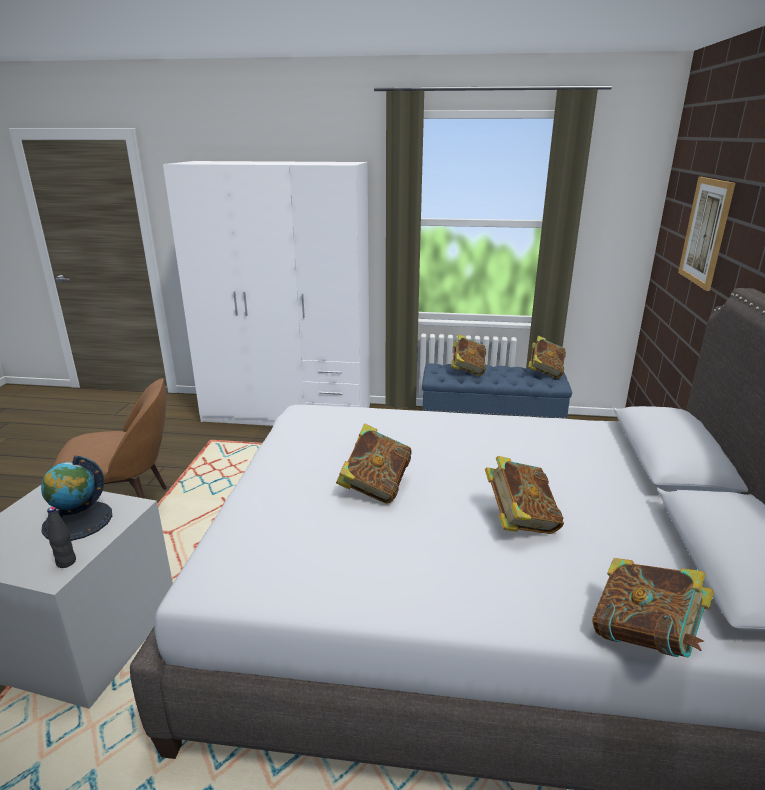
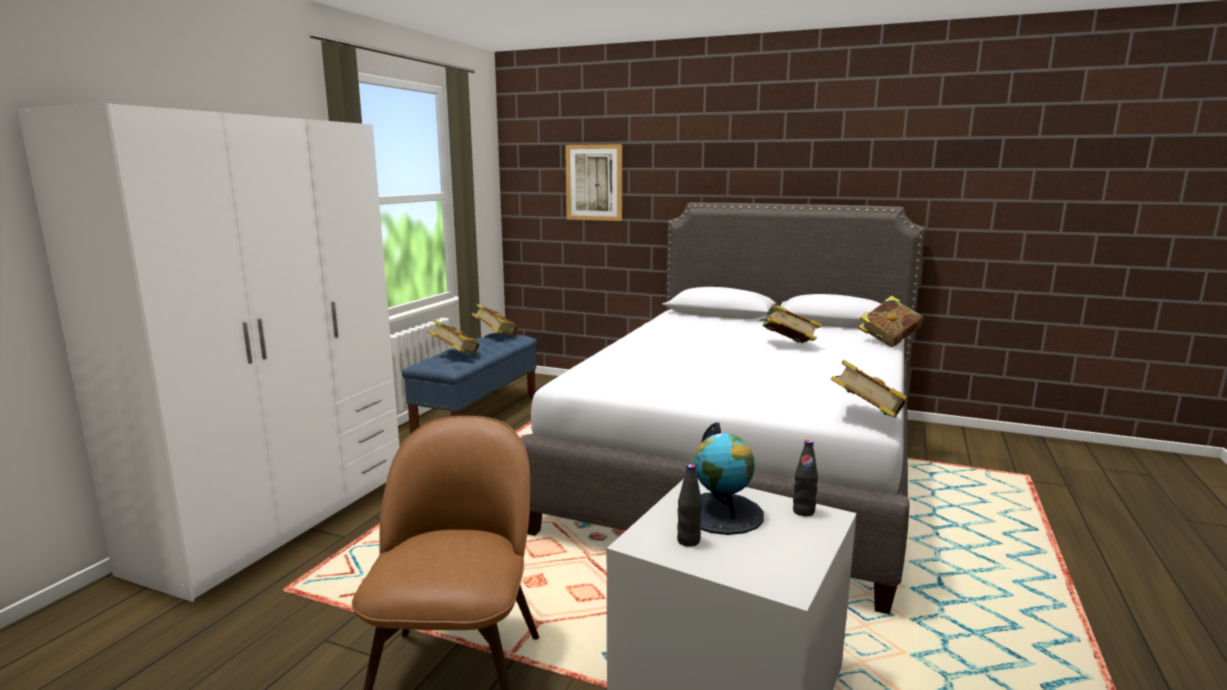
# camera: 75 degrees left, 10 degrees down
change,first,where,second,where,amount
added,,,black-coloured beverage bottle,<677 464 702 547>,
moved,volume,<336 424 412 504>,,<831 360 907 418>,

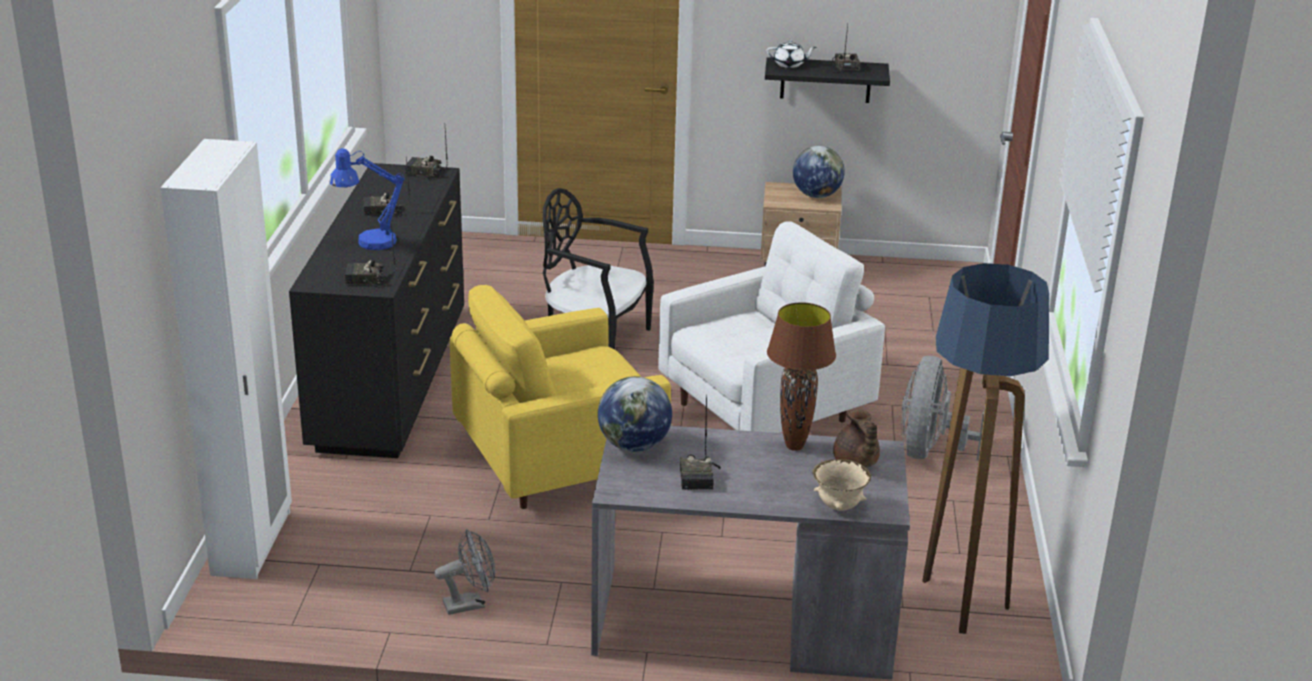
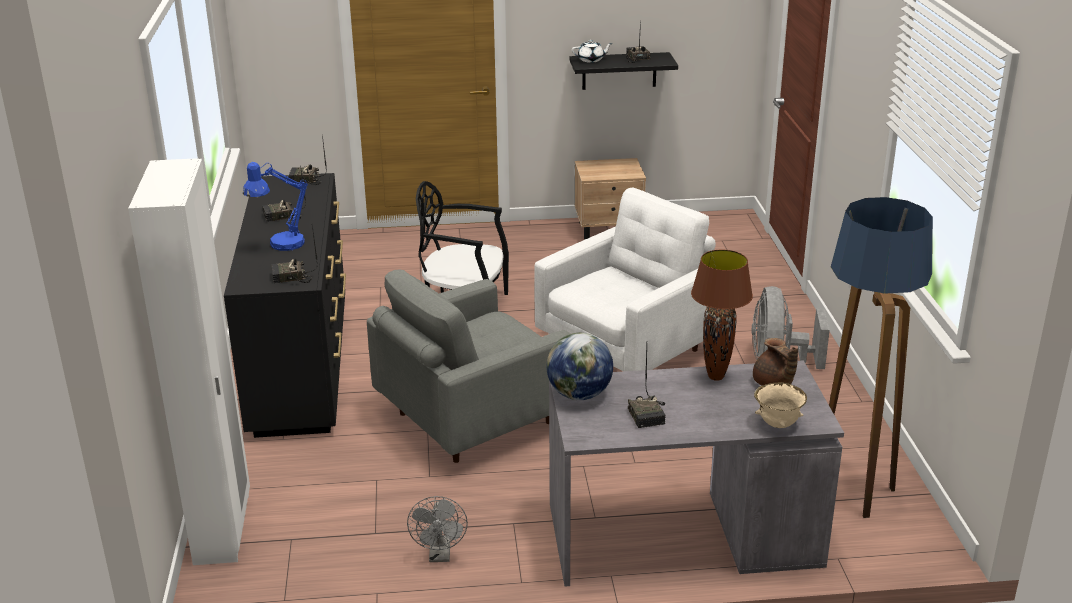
# camera: 10 degrees left, 0 degrees up
change,first,where,second,where,amount
recoloured,yellowish armchair,<450 285 671 509>,gray armchair,<367 269 571 463>,
turned,gray cooling fan,<434 529 495 615>,,<407 496 468 562>,120 degrees clockwise
removed,globe,<793 146 845 198>,,,

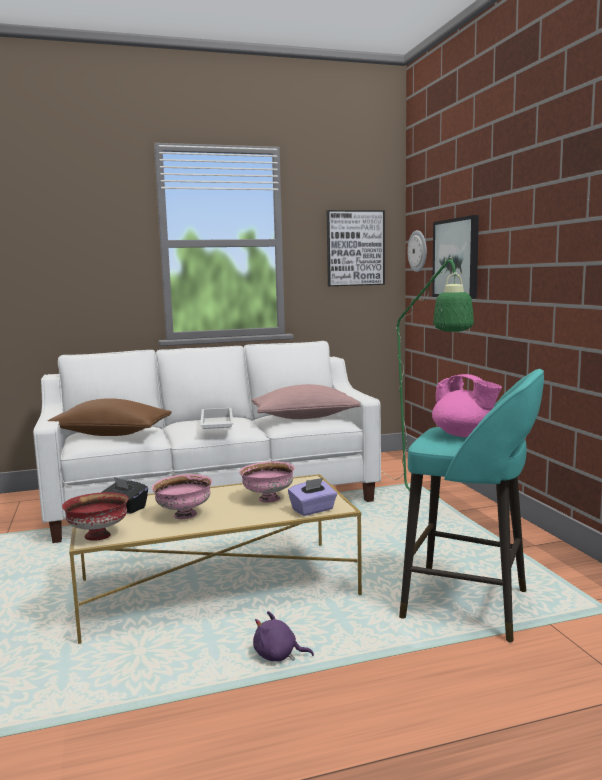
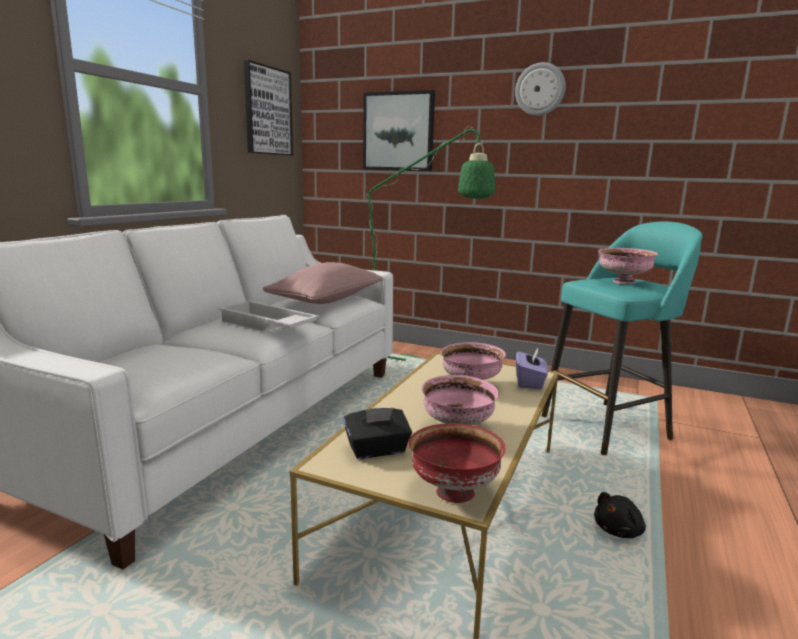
# camera: 50 degrees left, 5 degrees up
change,first,where,second,where,amount
moved,wall clock,<407 230 427 272>,,<515 62 566 116>,
recoloured,purple-coloured plush toy,<253 611 314 661>,black-coloured plush toy,<594 492 646 538>,
replaced,pink teapot,<432 374 502 437>,pink serving bowl,<598 248 658 284>,
removed,brownish cushion,<48 398 172 436>,,,

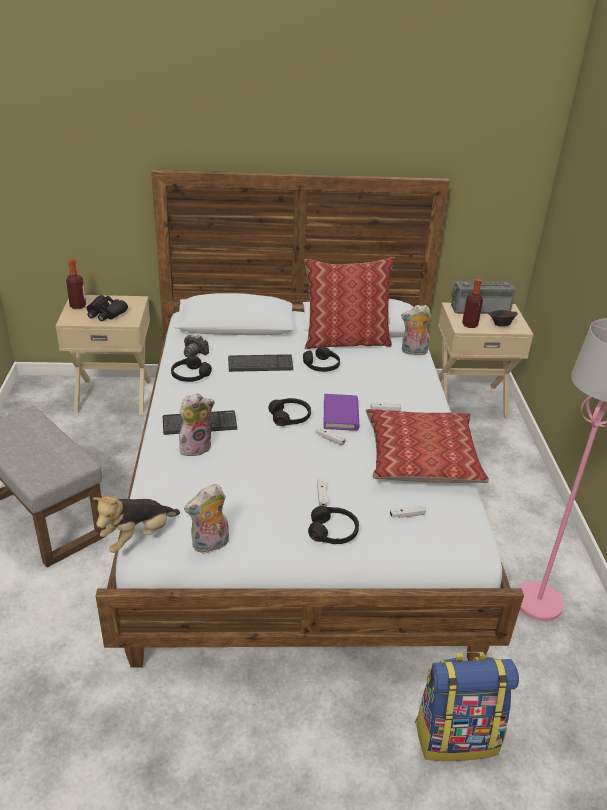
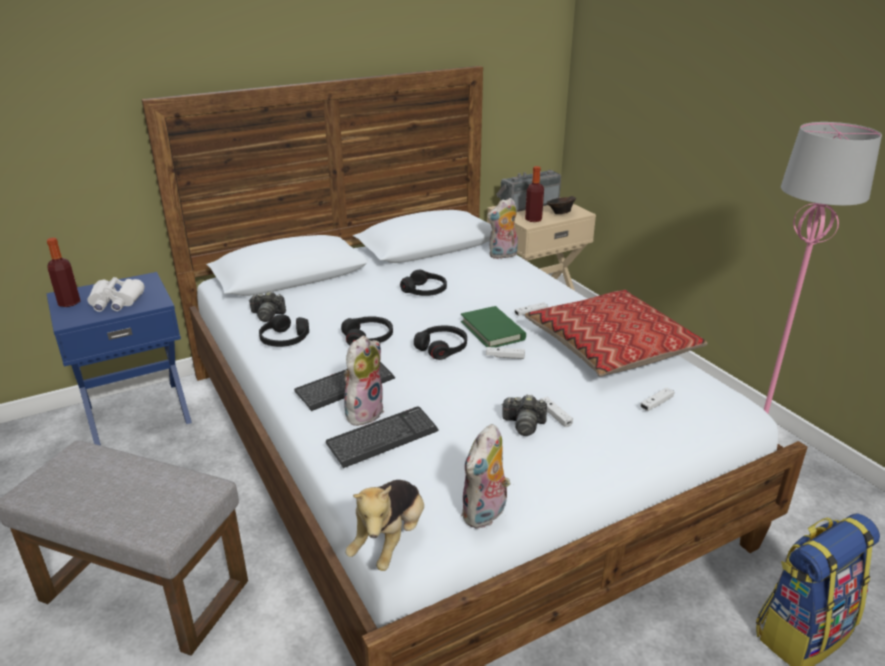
# camera: 25 degrees left, 5 degrees down
change,first,where,second,where,amount
recoloured,sand-coloured nightstand,<55 295 151 414>,bluish nightstand,<46 272 192 446>,
recoloured,black-coloured binoculars,<87 295 128 321>,white binoculars,<87 277 145 312>,
moved,PC keyboard,<228 354 293 372>,,<326 406 439 468>,
moved,black-coloured headset,<308 506 359 544>,,<341 316 393 346>,
recoloured,purple-coloured volume,<323 394 359 431>,greenish volume,<461 306 526 347>,
added,,,still camera,<501 395 547 436>,
removed,cushion,<304 257 395 349>,,,

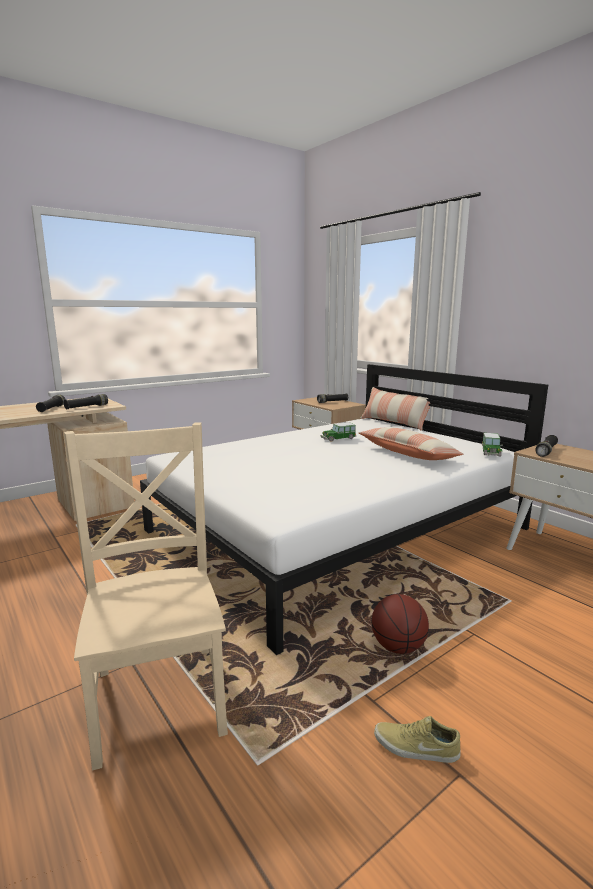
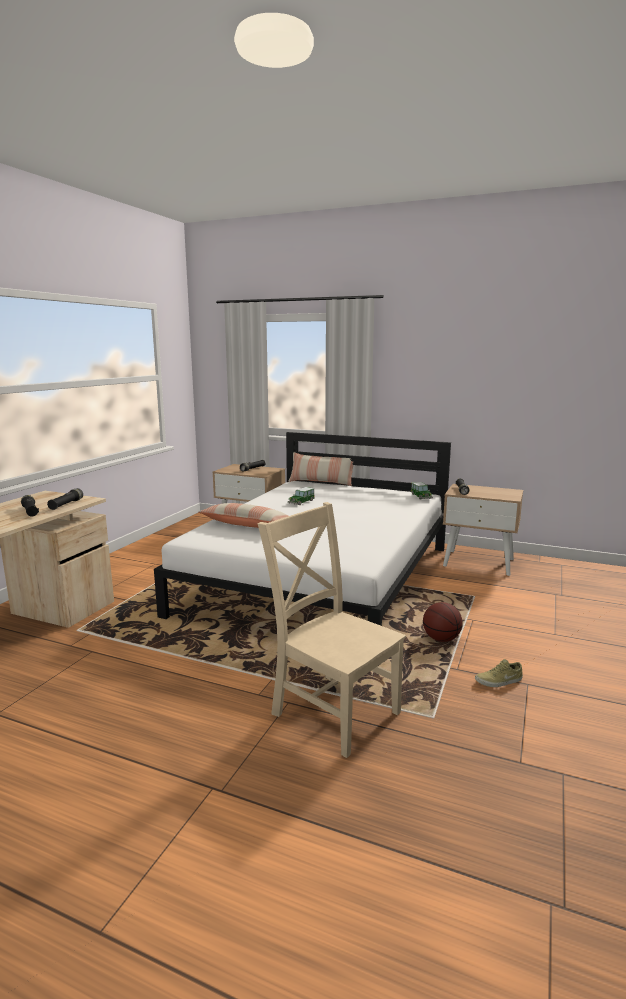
# camera: 30 degrees left, 0 degrees up
change,first,where,second,where,amount
moved,cushion,<358 427 463 460>,,<199 503 288 528>,

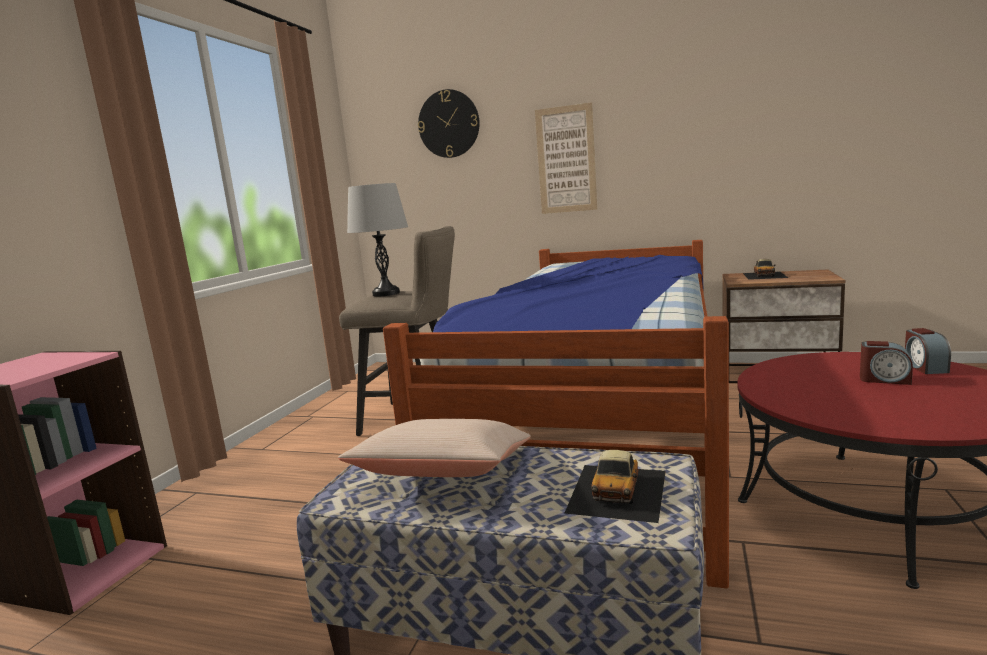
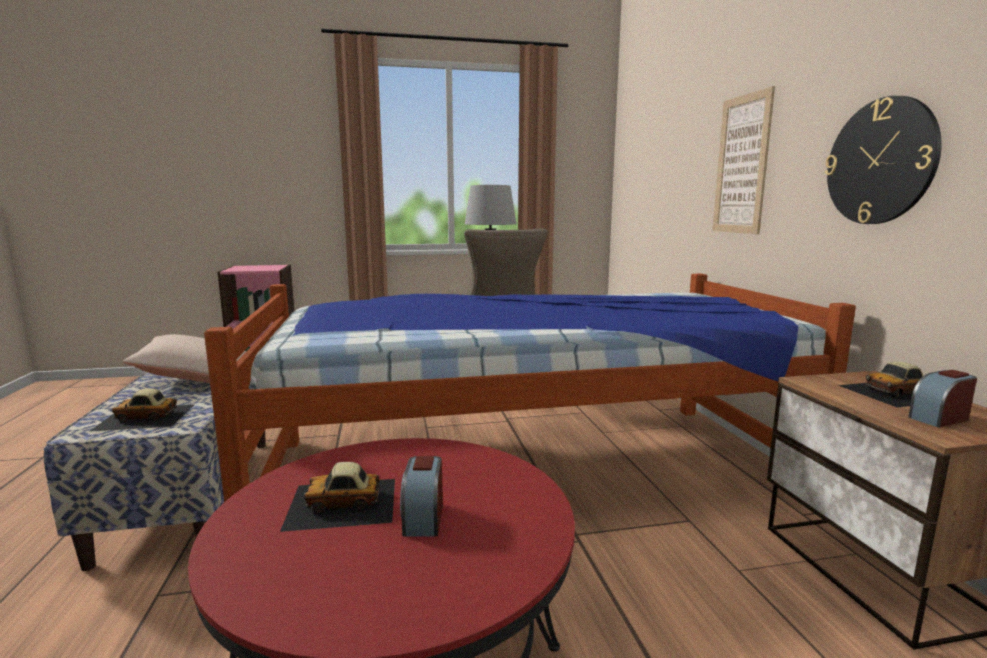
# camera: 60 degrees right, 0 degrees up
change,first,where,second,where,amount
added,,,miniature car,<280 462 395 532>,
moved,wall clock,<418 89 480 158>,,<825 96 942 224>,
moved,alarm clock,<905 328 951 374>,,<908 370 977 428>,

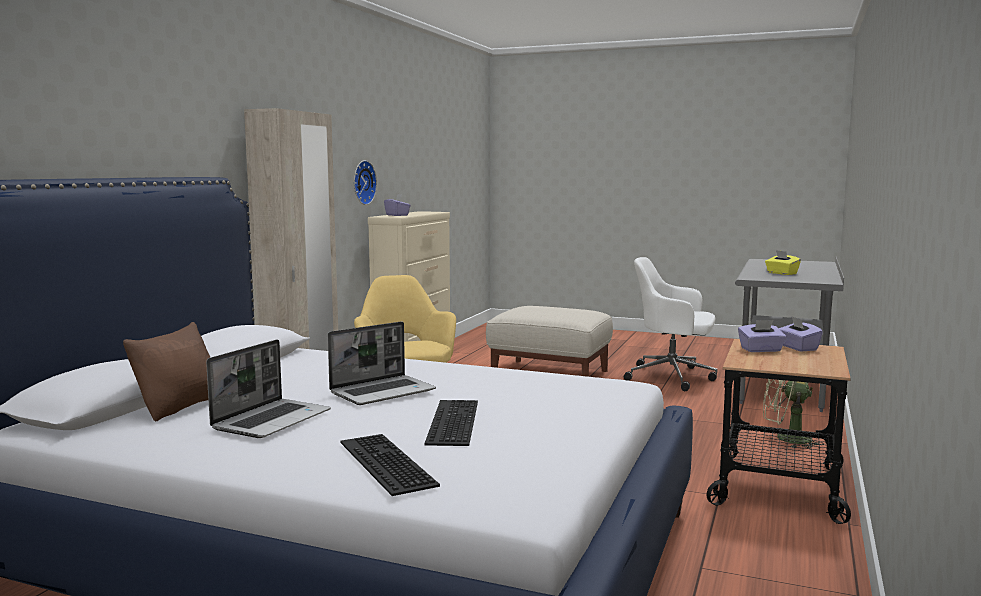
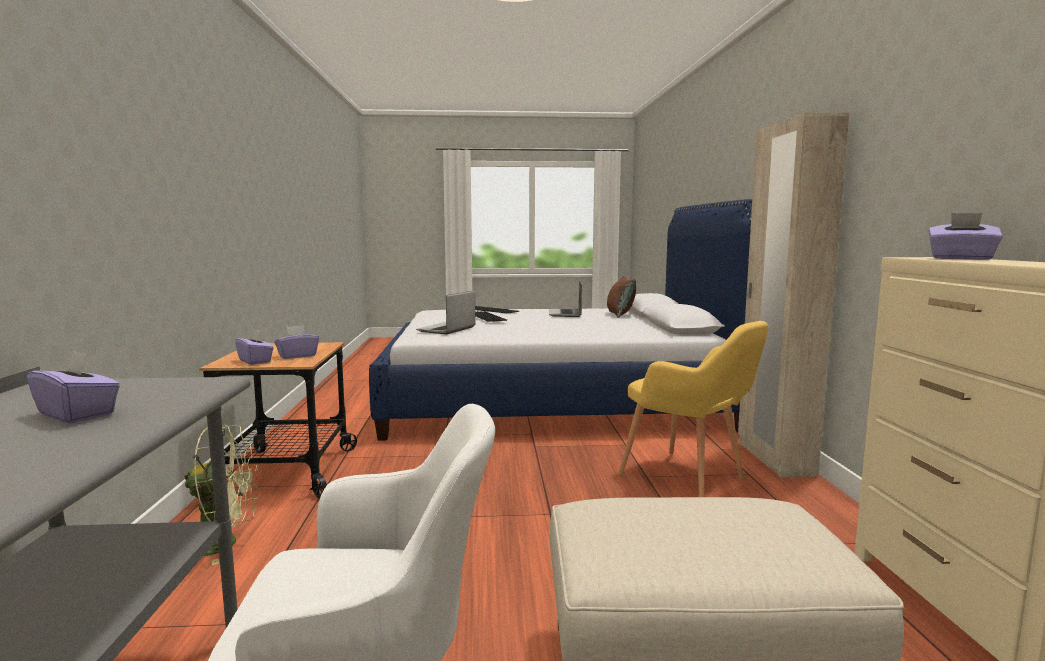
# camera: 155 degrees right, 0 degrees up
change,first,where,second,where,amount
recoloured,yellowish box of tissues,<765 250 801 275>,purple-coloured box of tissues,<27 351 120 424>,
moved,portable computer,<328 321 436 405>,,<416 291 476 334>,
removed,wall clock,<354 160 377 205>,,,

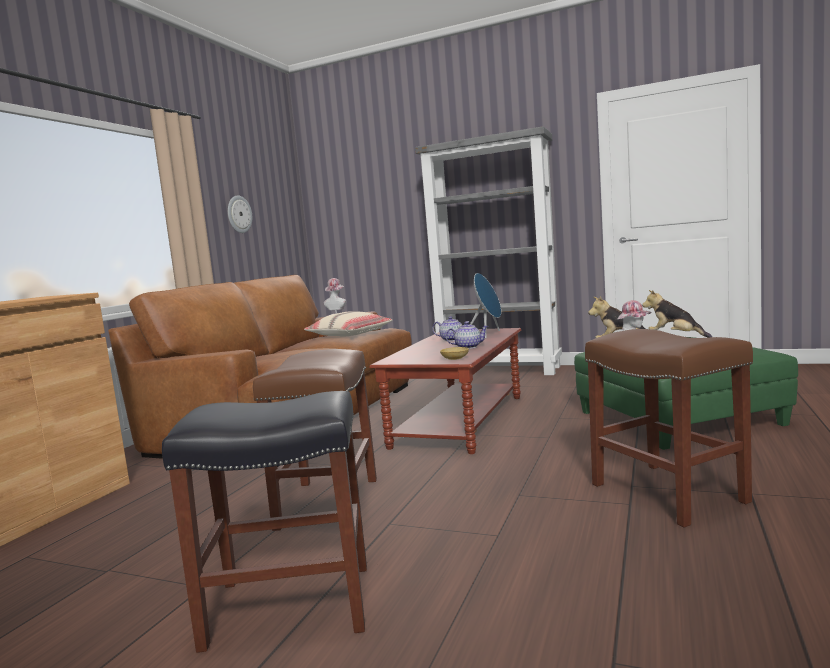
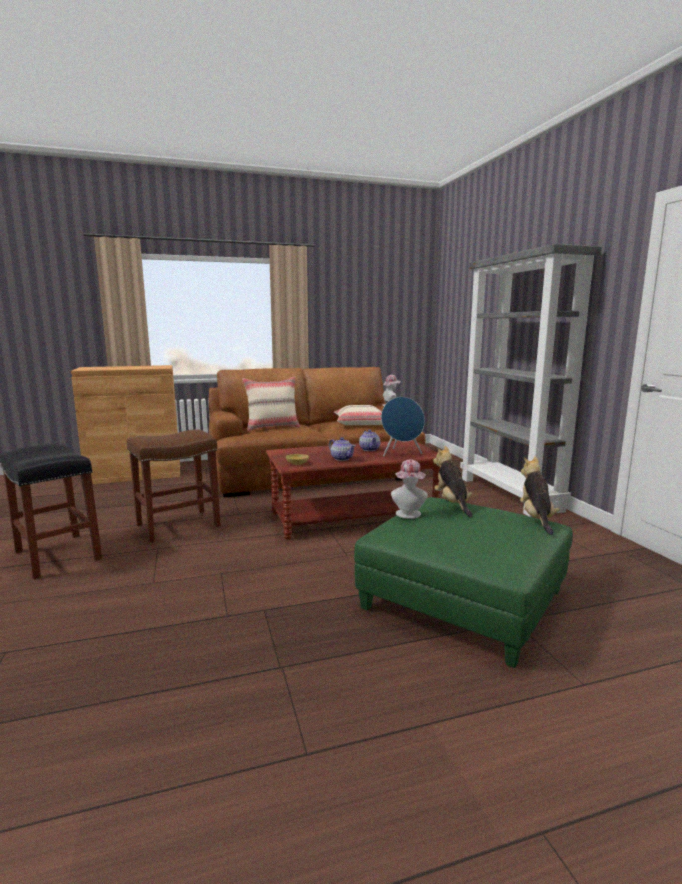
# camera: 50 degrees right, 5 degrees up
change,first,where,second,where,amount
added,,,sand-coloured cushion,<242 376 301 431>,
removed,wall clock,<228 195 252 233>,,,
removed,brownish sitting stool,<585 329 753 528>,,,

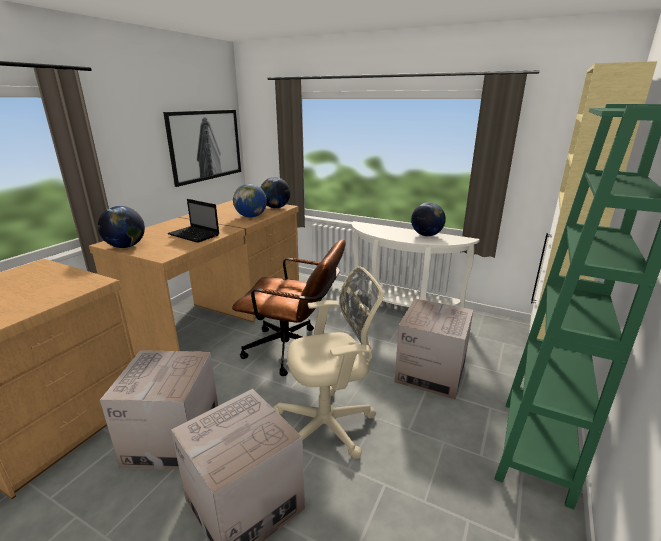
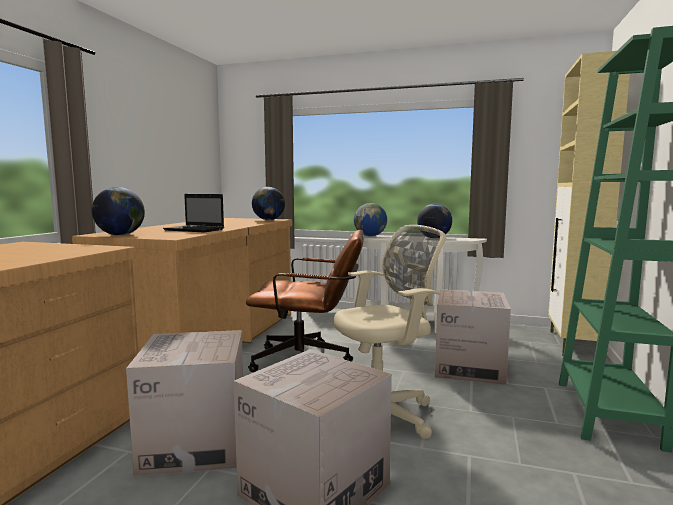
# camera: 10 degrees left, 15 degrees down
change,first,where,second,where,amount
moved,globe,<233 184 267 218>,,<354 203 387 237>,
removed,picture,<163 110 241 187>,,,

